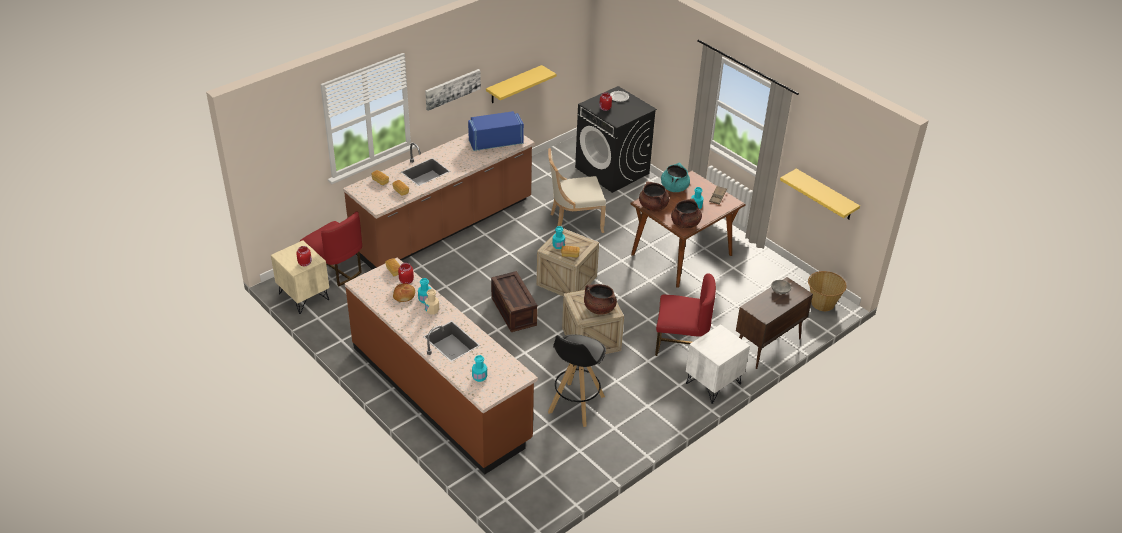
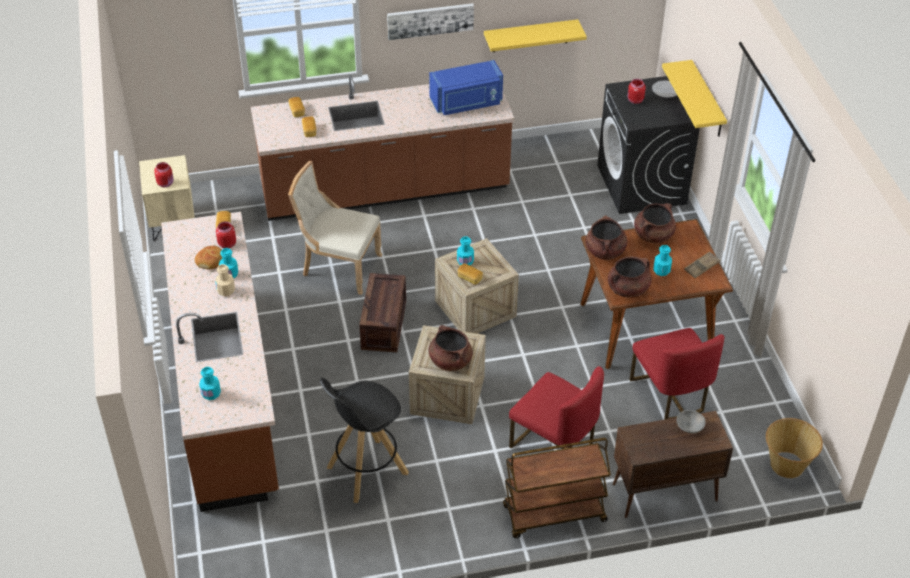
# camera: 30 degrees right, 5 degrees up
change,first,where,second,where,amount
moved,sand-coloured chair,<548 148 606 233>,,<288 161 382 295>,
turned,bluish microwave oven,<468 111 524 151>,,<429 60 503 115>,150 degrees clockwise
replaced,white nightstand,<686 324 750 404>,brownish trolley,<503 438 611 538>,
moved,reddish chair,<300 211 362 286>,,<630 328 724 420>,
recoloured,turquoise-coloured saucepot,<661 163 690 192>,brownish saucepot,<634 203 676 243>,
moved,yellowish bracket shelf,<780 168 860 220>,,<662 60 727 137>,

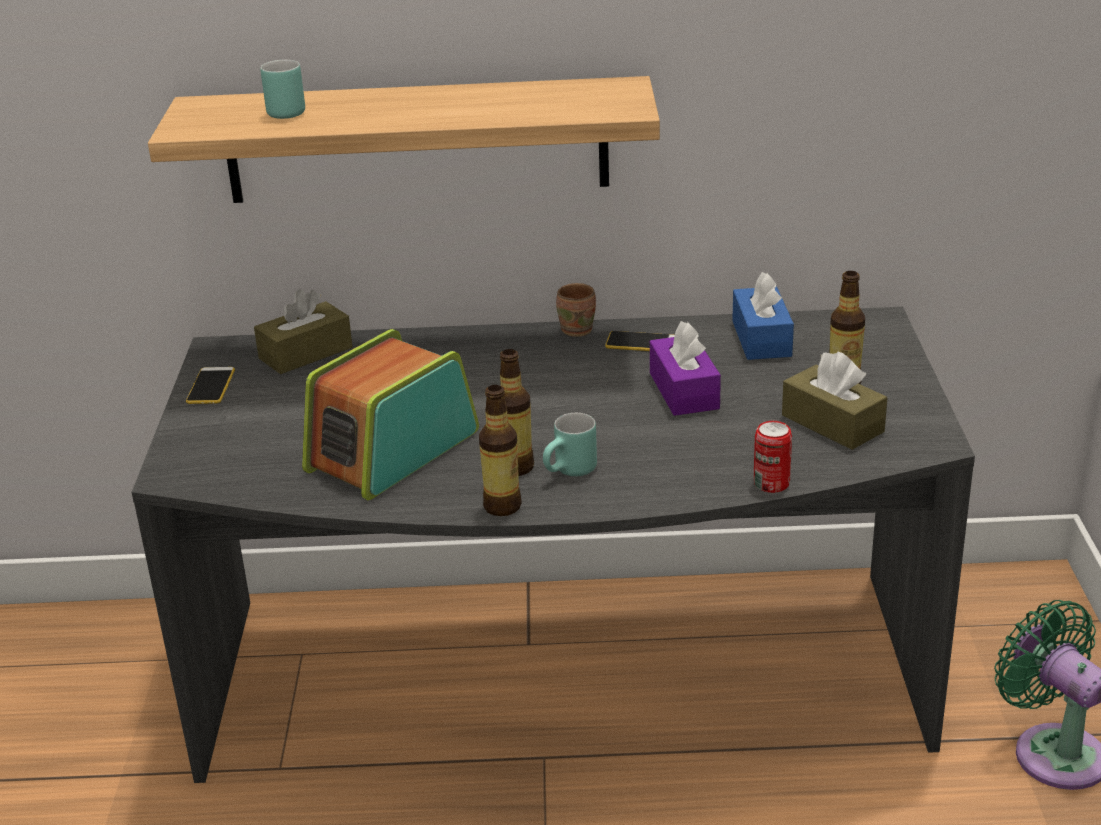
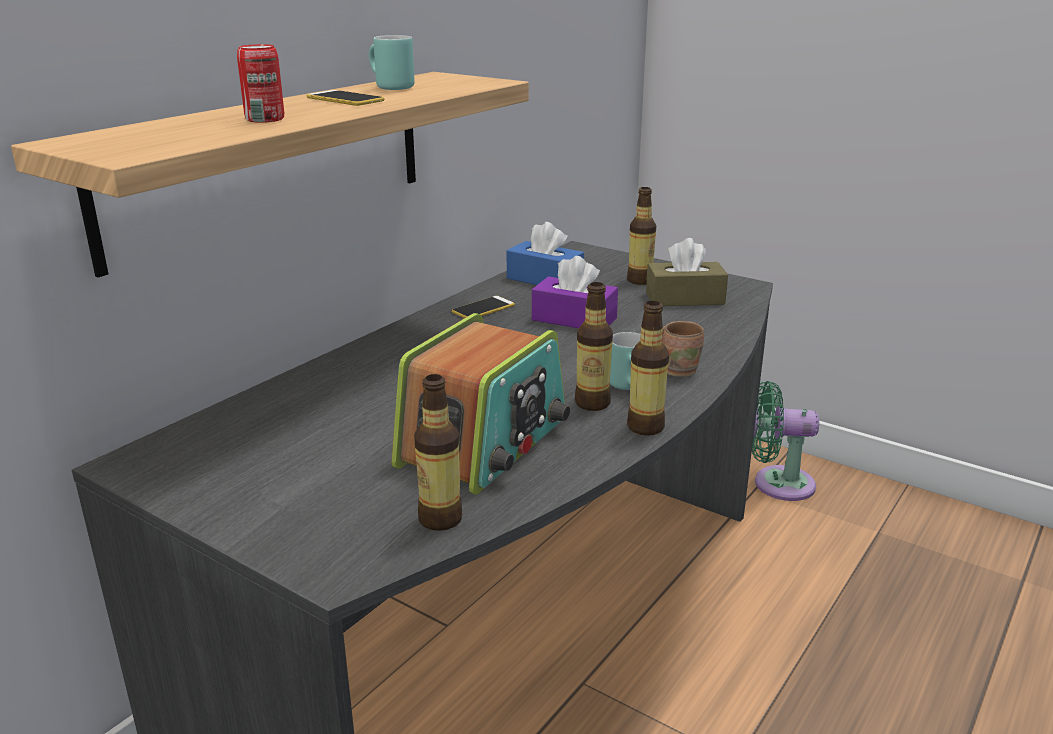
# camera: 55 degrees left, 5 degrees down
change,first,where,second,where,amount
moved,metal can,<754 421 792 493>,,<237 44 284 123>,
moved,handset,<186 367 235 404>,,<307 90 384 106>,
moved,turquoise-coloured mug,<260 60 305 119>,,<369 35 415 90>,
turned,radio set,<302 329 479 500>,,<391 313 570 495>,135 degrees counterclockwise
added,,,beverage bottle,<414 374 463 531>,
moved,brownish mug,<556 283 596 337>,,<662 321 704 377>,
removed,brownish box of tissues,<254 289 353 374>,,,

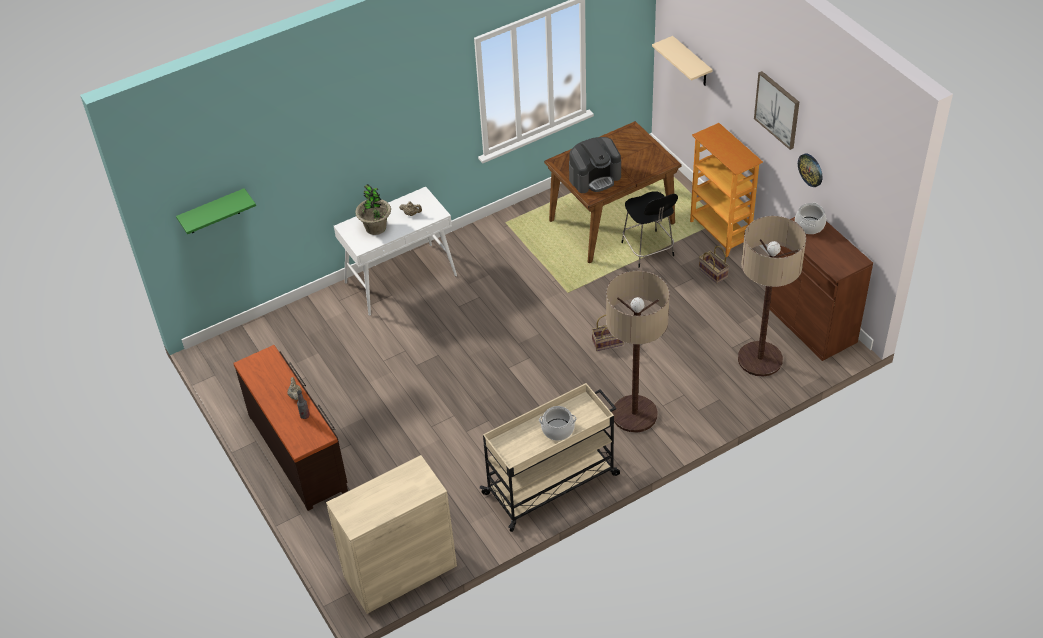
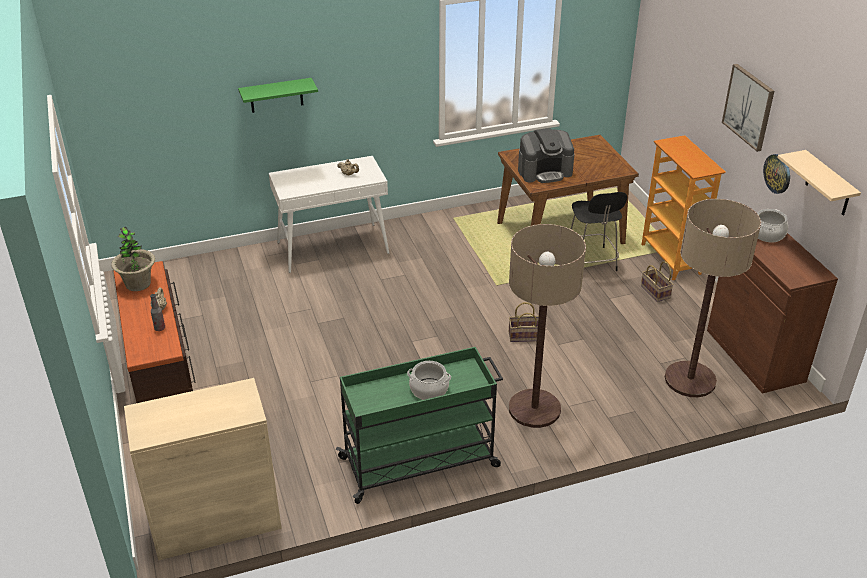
# camera: 10 degrees right, 10 degrees down
change,first,where,second,where,amount
moved,plant in a pot,<355 184 391 235>,,<111 227 155 291>,
moved,greenish bracket shelf,<176 188 256 234>,,<238 78 318 113>,
recoloured,sand-coloured trolley,<480 383 620 532>,greenish trolley,<336 347 503 504>,
moved,sand-coloured bracket shelf,<652 36 713 86>,,<777 150 861 216>,

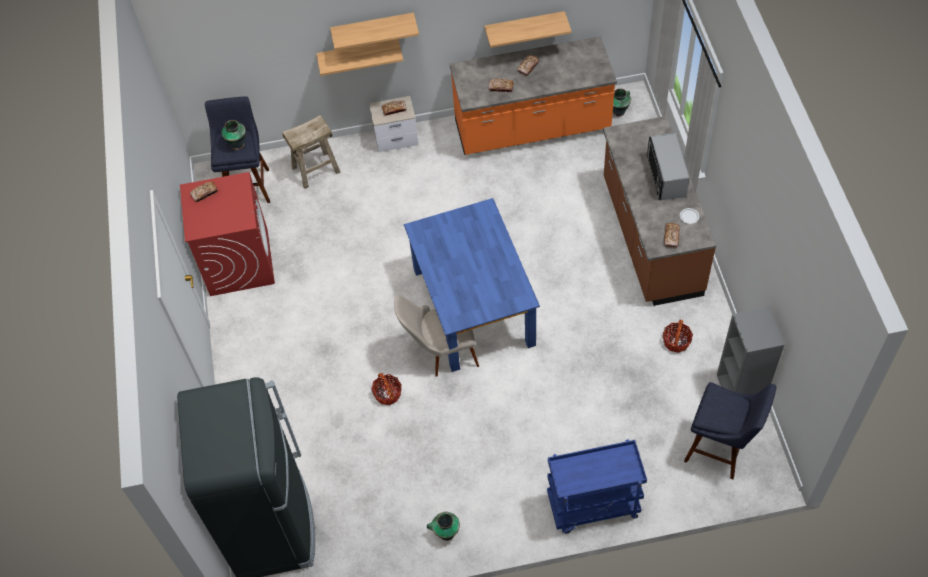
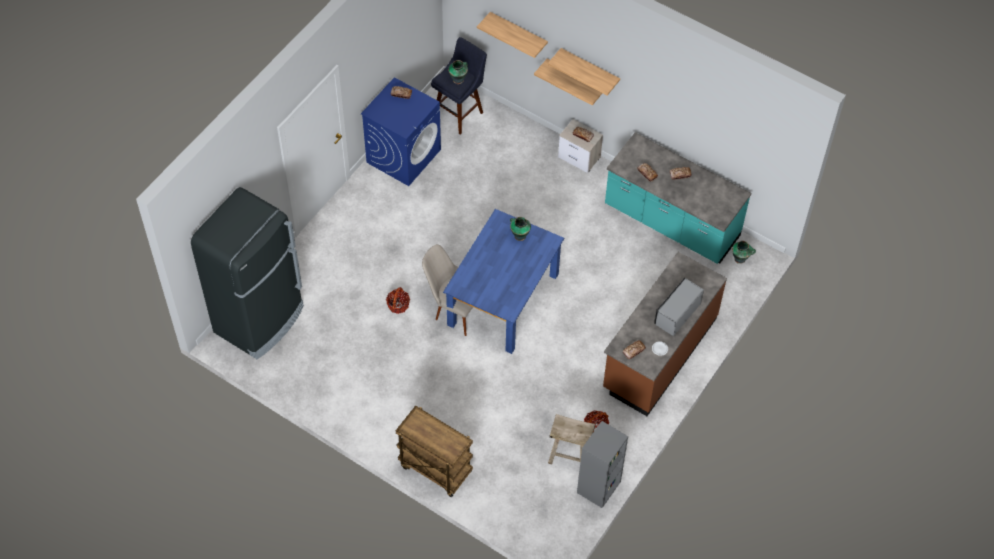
# camera: 40 degrees right, 0 degrees up
change,first,where,second,where,amount
recoloured,reddish washing machine,<180 172 275 296>,bluish washing machine,<361 77 441 186>,
recoloured,bluish trolley,<547 439 647 533>,brownish trolley,<396 406 473 497>,
moved,bracket shelf,<485 11 572 48>,,<477 12 548 58>,
moved,vase,<427 512 460 541>,,<510 217 531 241>,
moved,sand-coloured sitting stool,<282 115 341 189>,,<548 414 595 464>,
recoloured,orange kitchen counter,<450 36 617 155>,turquoise-coloured kitchen counter,<605 132 751 264>,
removed,bluish sitting stool,<684 382 777 479>,,,

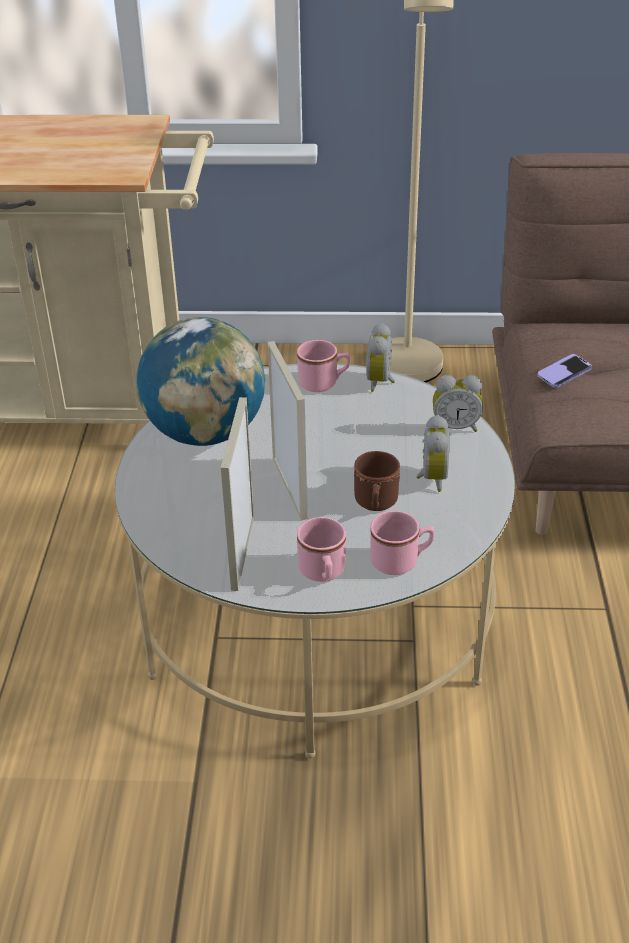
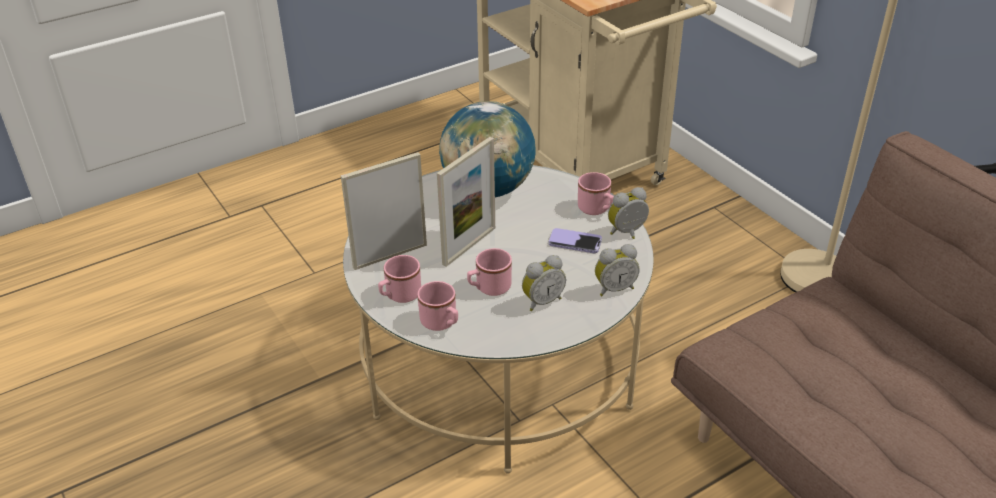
# camera: 55 degrees right, 0 degrees up
change,first,where,second,where,amount
recoloured,brownish mug,<354 451 400 511>,pink mug,<467 248 512 296>,
moved,handset,<537 354 592 388>,,<549 228 602 253>,
turned,alarm clock,<433 375 483 432>,,<595 244 640 296>,75 degrees counterclockwise

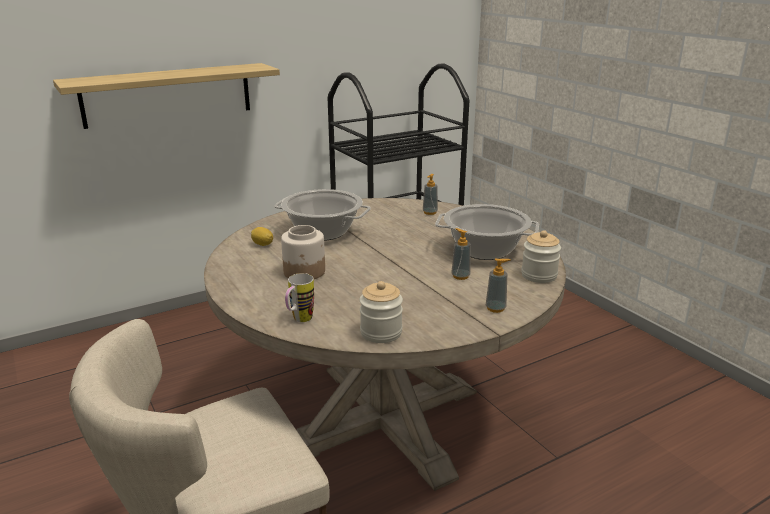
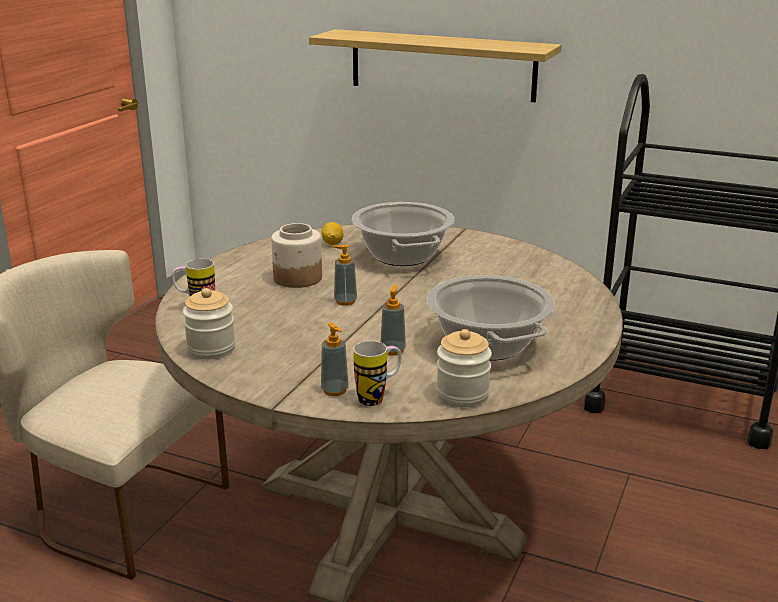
# camera: 55 degrees right, 0 degrees up
change,first,where,second,where,amount
moved,soap dispenser,<423 174 438 215>,,<332 245 357 306>,
added,,,mug,<353 341 401 406>,

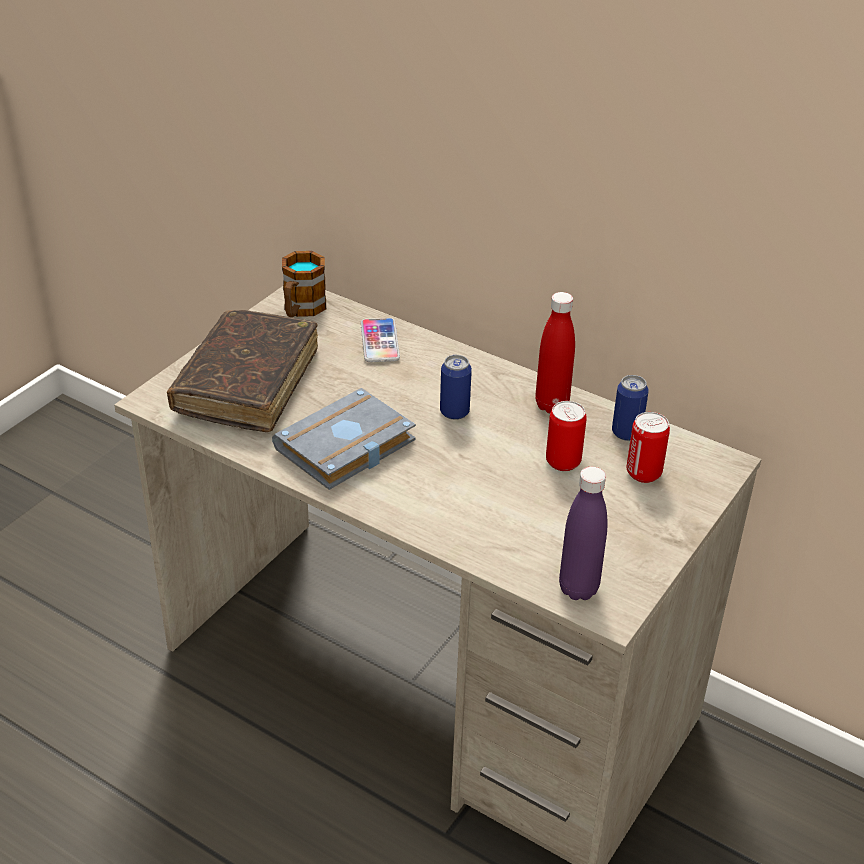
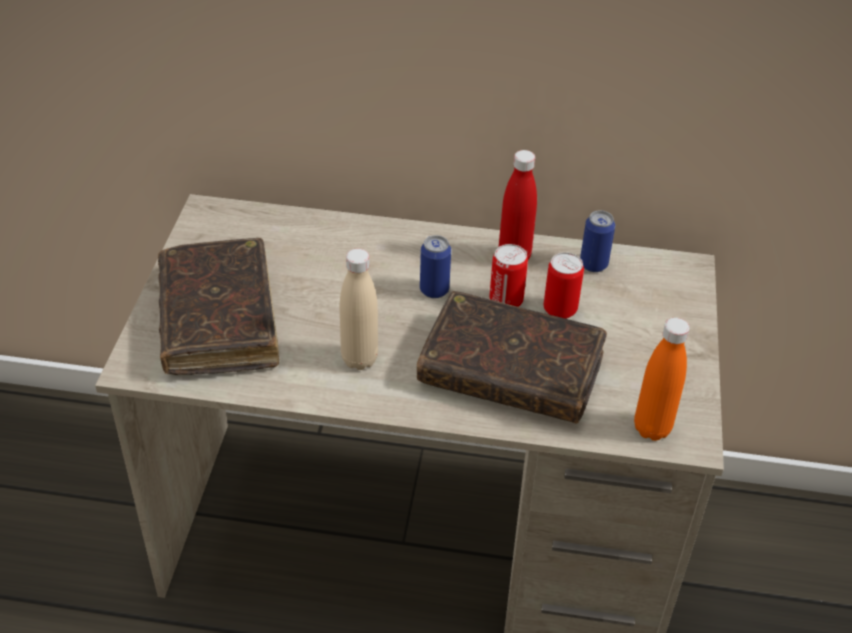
# camera: 25 degrees left, 5 degrees up
change,first,where,second,where,amount
replaced,gray volume,<272 388 416 490>,sand-coloured beverage bottle,<340 249 378 370>,
added,,,brownish volume,<417 291 607 424>,
moved,metal can,<627 412 670 483>,,<489 244 528 307>,
recoloured,purple-coloured beverage bottle,<559 467 607 600>,orange beverage bottle,<634 318 690 441>,
removed,mug,<282 251 326 317>,,,
removed,handset,<361 318 400 362>,,,

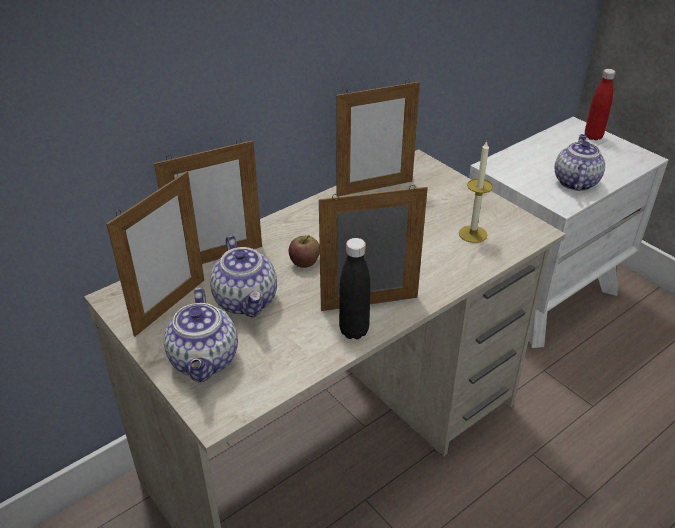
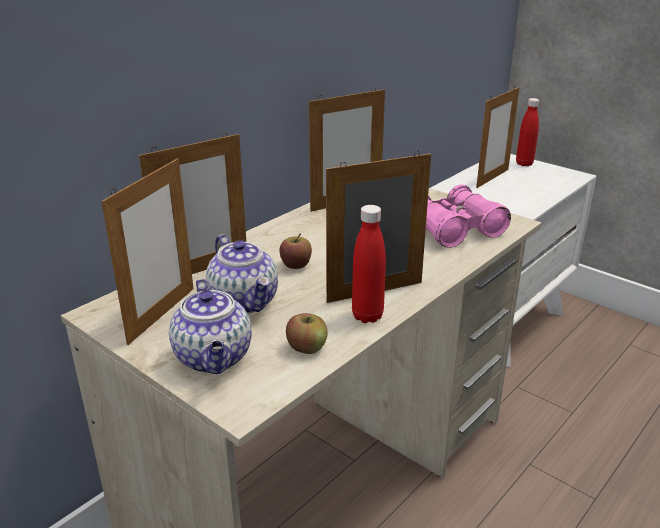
# camera: 10 degrees left, 10 degrees down
change,first,where,second,where,amount
added,,,apple,<286 313 328 354>,
recoloured,black-coloured beverage bottle,<339 238 371 339>,reddish beverage bottle,<352 205 386 323>,
replaced,wax candle,<459 140 493 243>,pink binoculars,<426 184 511 248>,
added,,,standing frame,<476 87 519 188>,
removed,teapot,<555 134 605 191>,,,

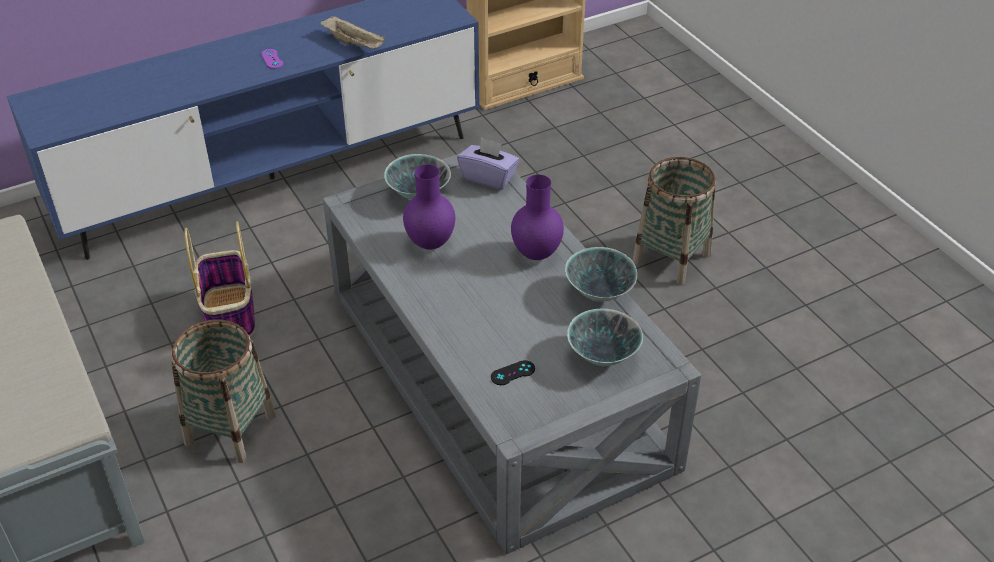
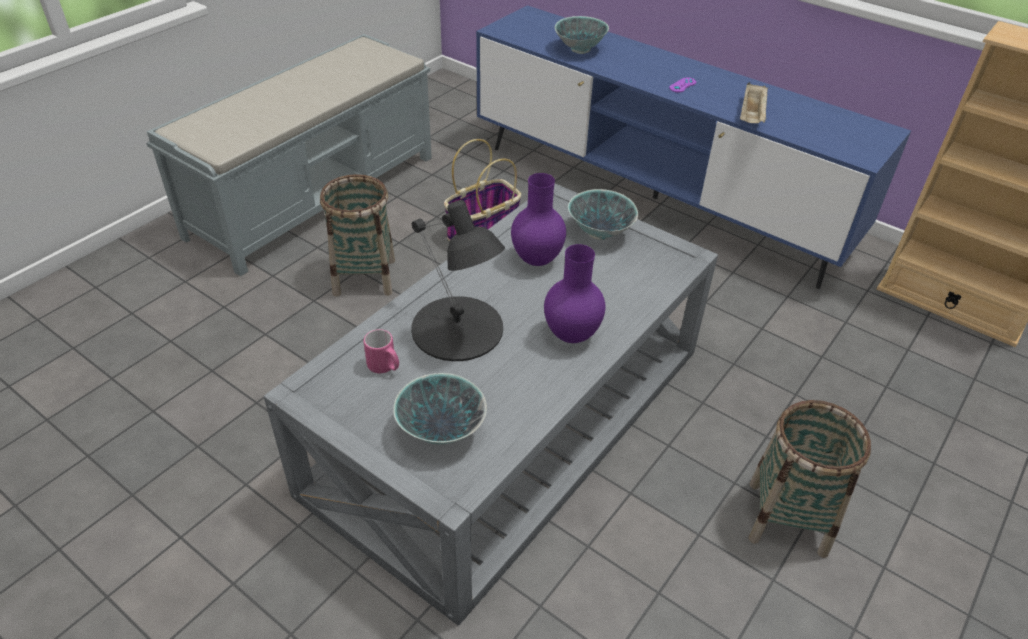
# camera: 65 degrees right, 0 degrees up
change,first,where,second,where,amount
replaced,black-coloured joypad,<491 360 535 385>,pink mug,<364 329 399 373>,
added,,,black-coloured lamp for a table,<411 200 505 361>,
moved,serving bowl,<565 247 637 302>,,<555 16 609 54>,
removed,purple-coloured box of tissues,<457 137 519 190>,,,

